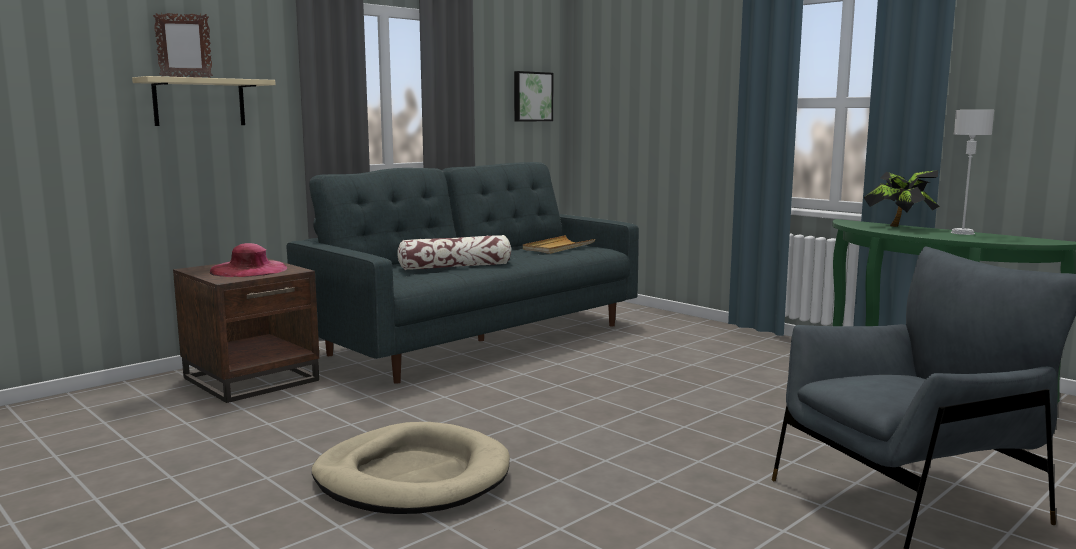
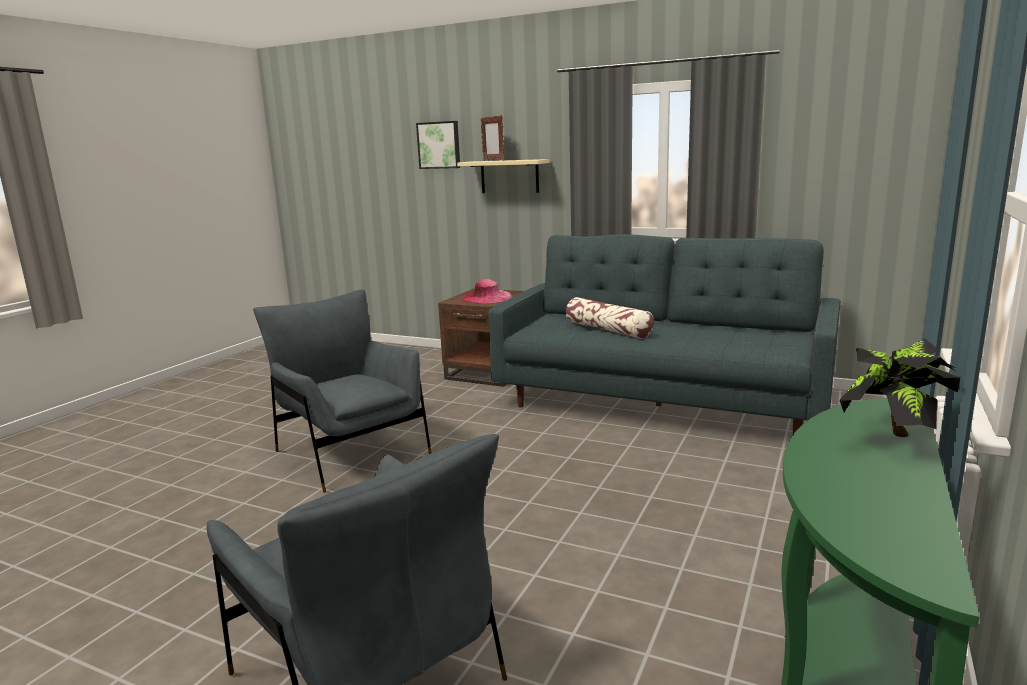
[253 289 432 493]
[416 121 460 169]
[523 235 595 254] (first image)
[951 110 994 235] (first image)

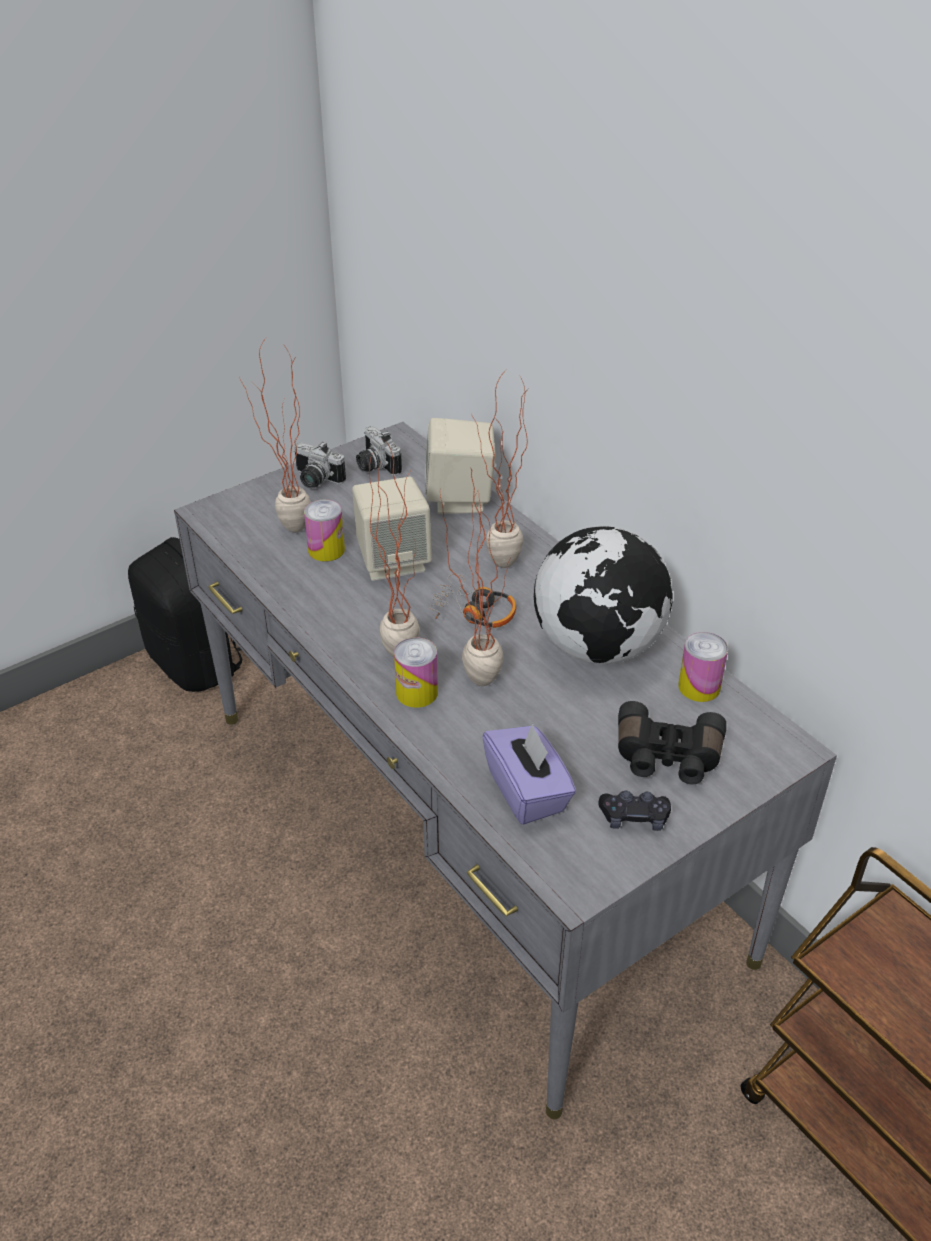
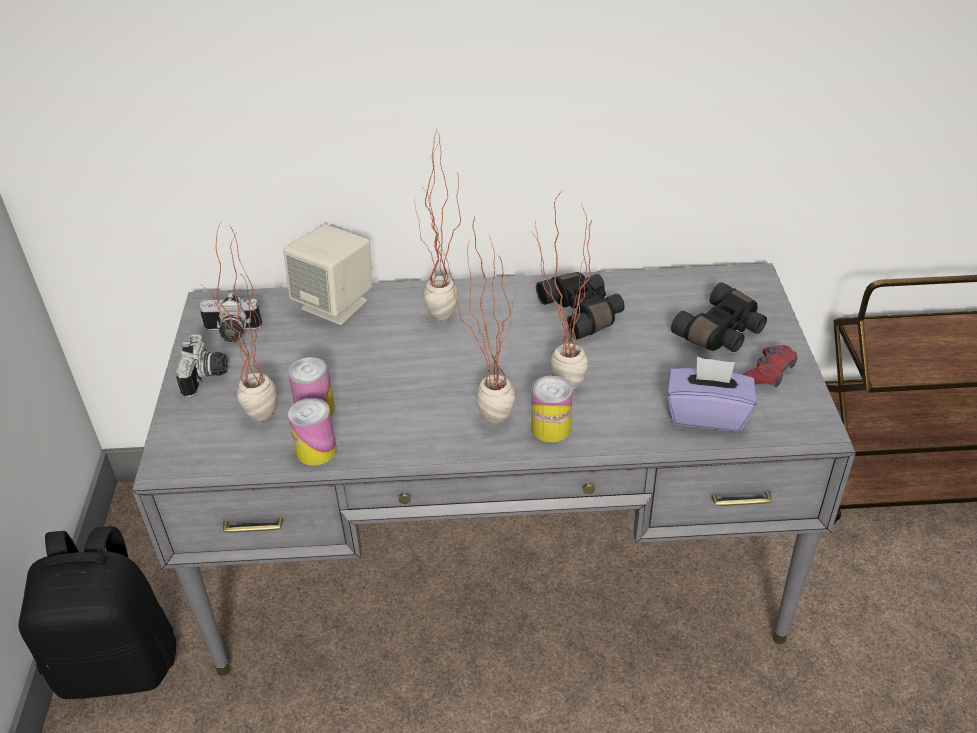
[176 334 228 397]
[288 398 337 466]
[536 272 625 340]
[743 345 797 387]
[352 476 432 581] (first image)
[429 574 516 628] (first image)

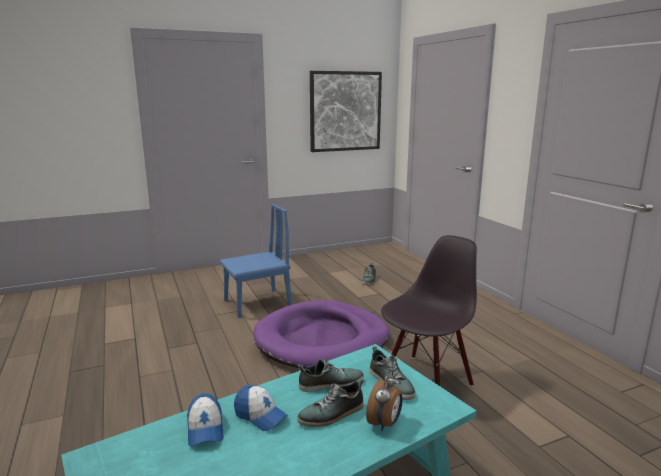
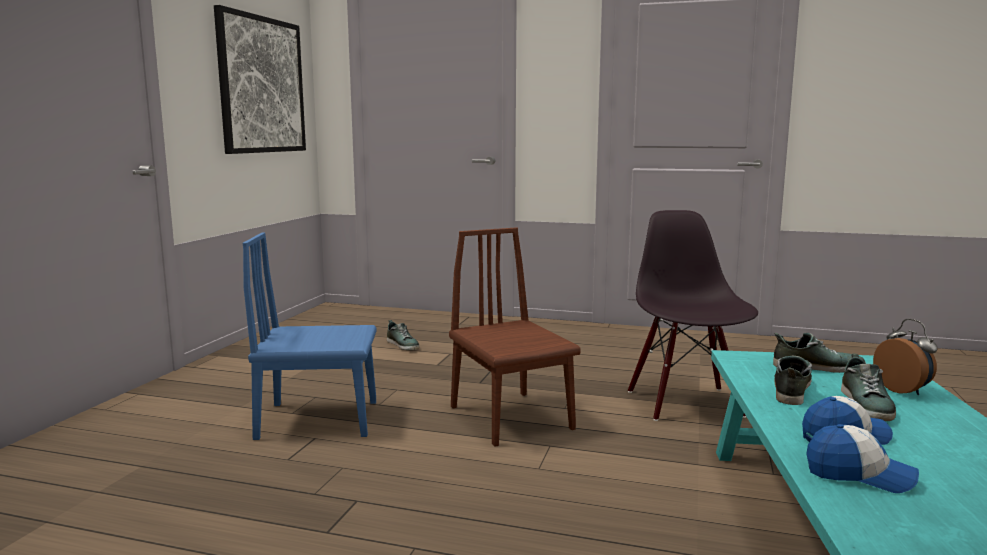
[243 232 376 440]
[449 227 581 447]

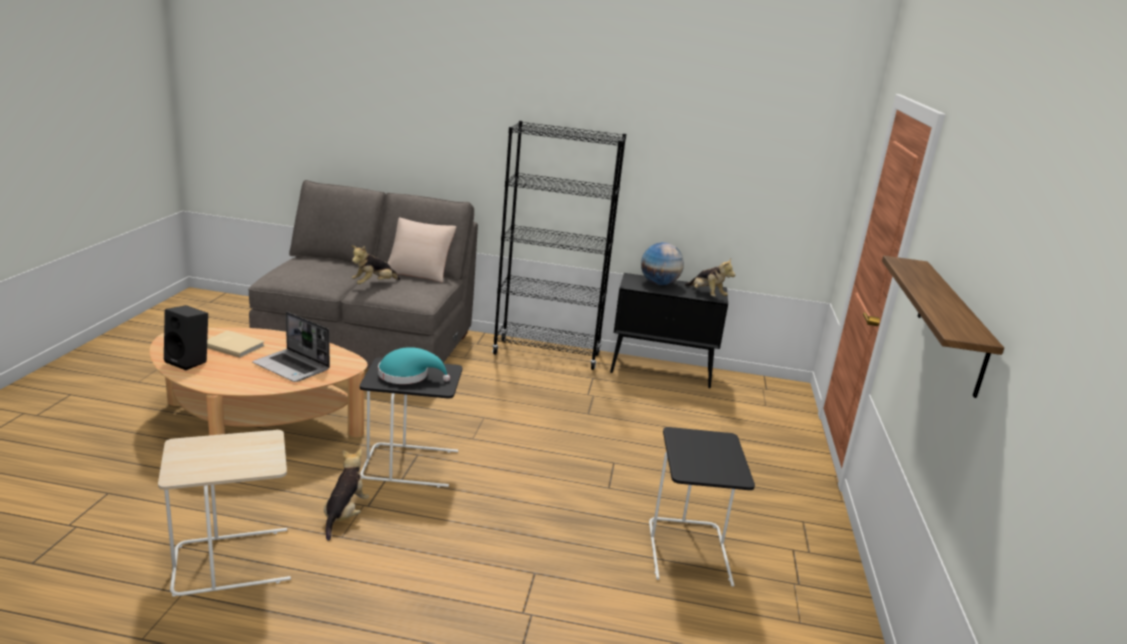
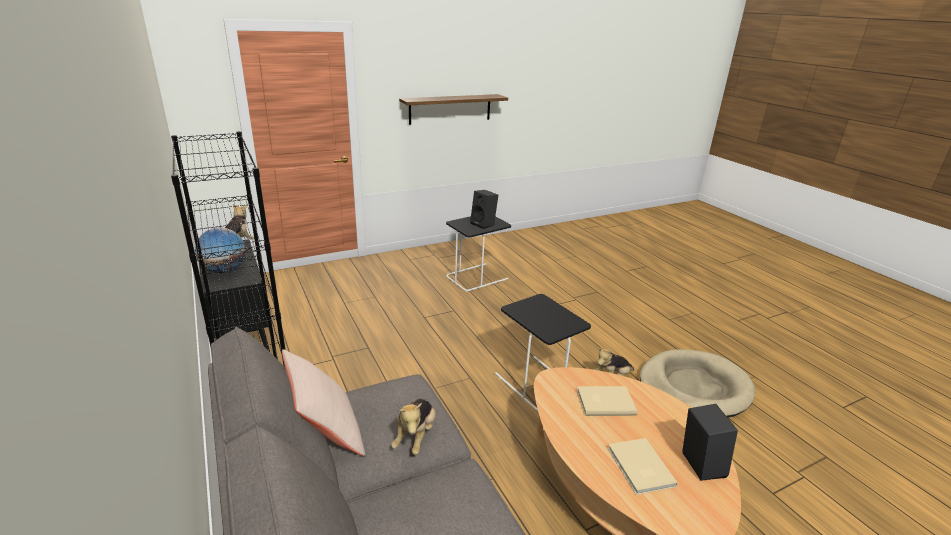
[391 399 436 455]
[470 190 498 229]
[577 386 638 416]
[640 349 755 418]
[378 347 450 384] (first image)

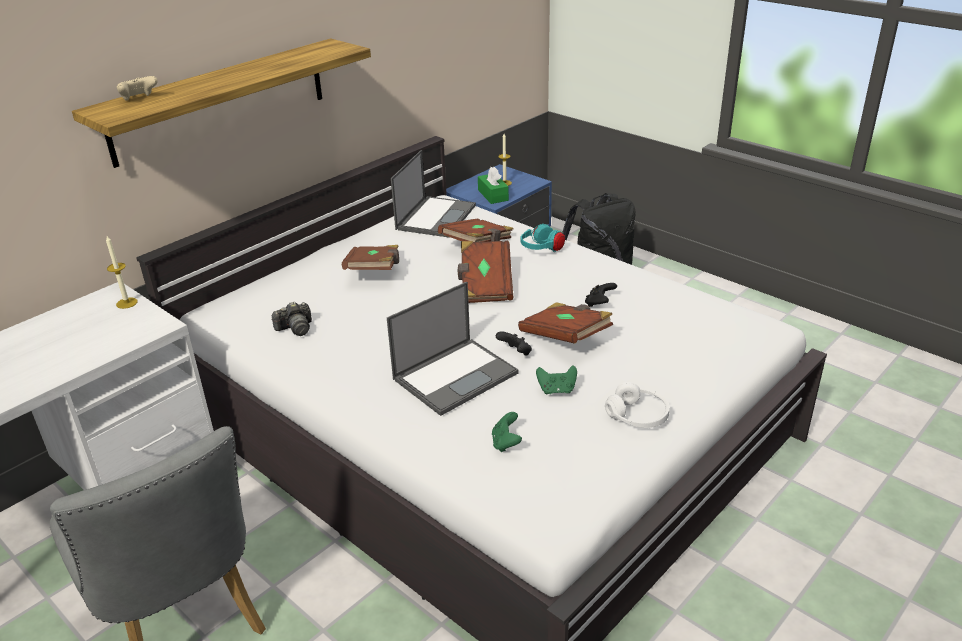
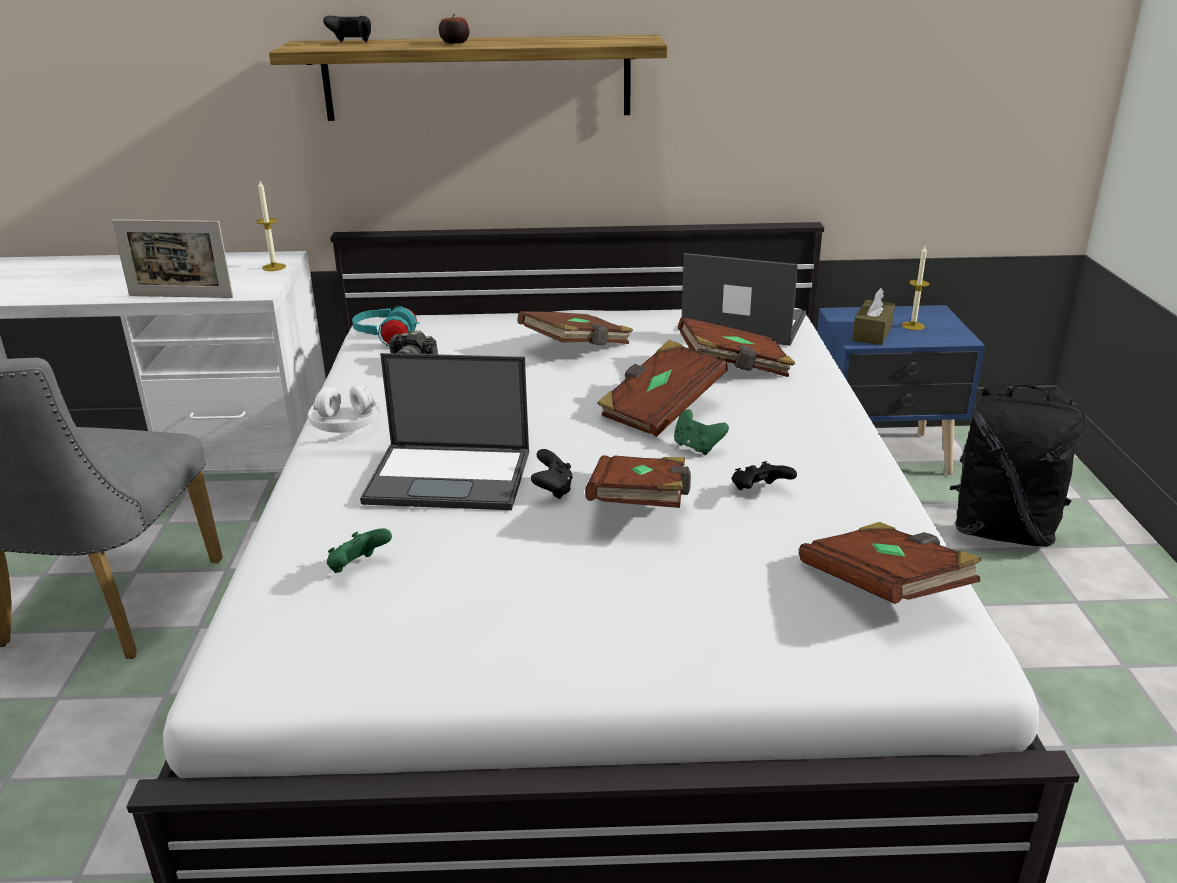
[111 219 233 298]
[308 384 380 433]
[323 16 371 42]
[352 306 419 346]
[439 14 470 44]
[674 409 729 455]
[682 253 806 346]
[799 522 982 604]
[852 288 895 345]

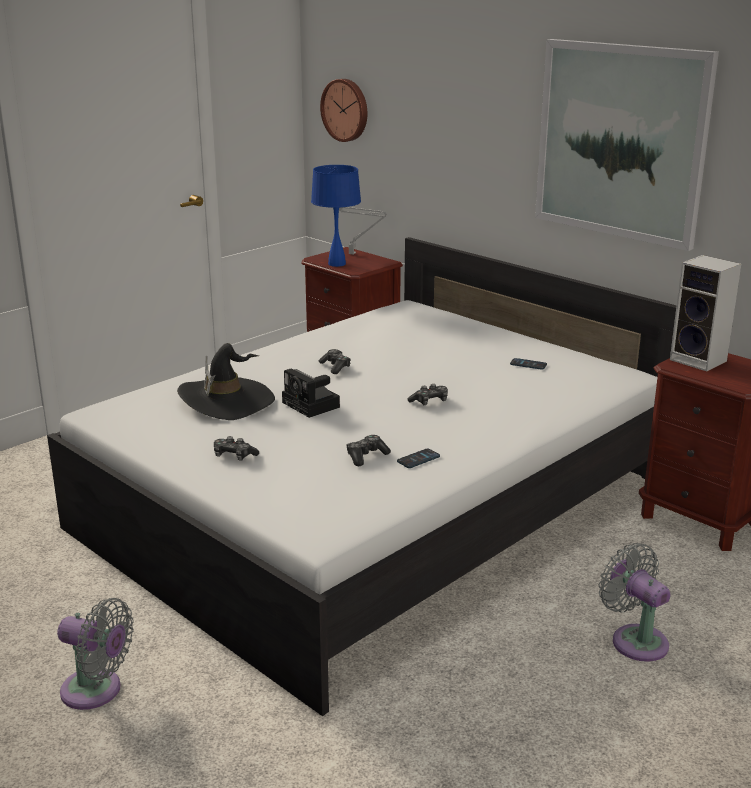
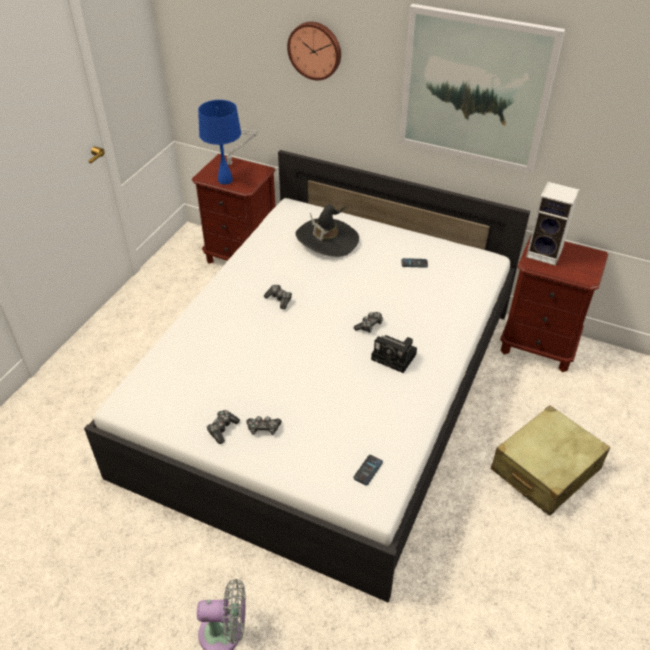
[207 410 240 444]
[287 22 341 80]
[295 204 359 257]
[353 455 383 485]
[371 335 417 373]
[491 405 610 516]

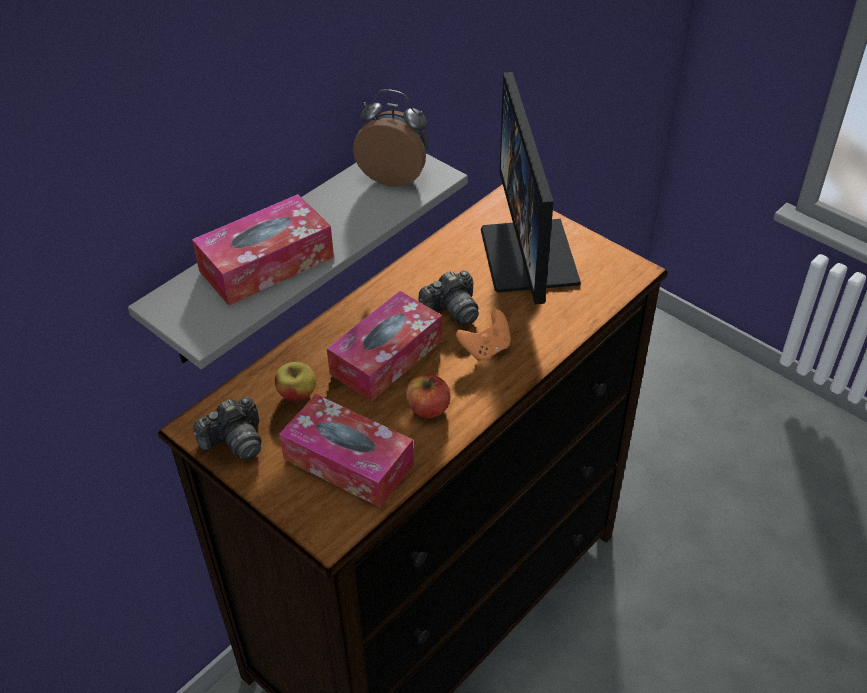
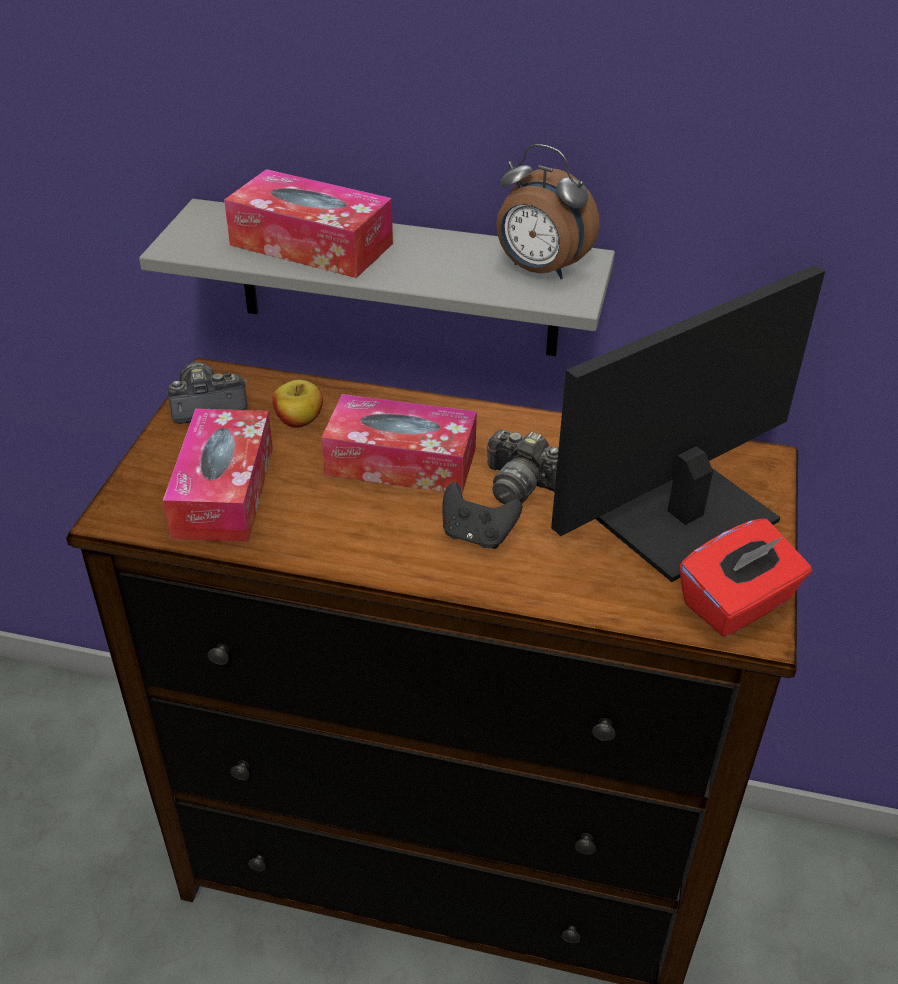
[167 362 248 424]
[442 482 522 549]
[496 144 600 279]
[680 518 812 637]
[406 374 450 418] (first image)

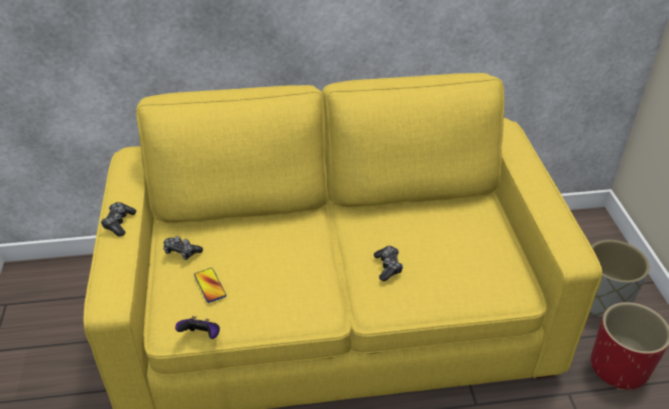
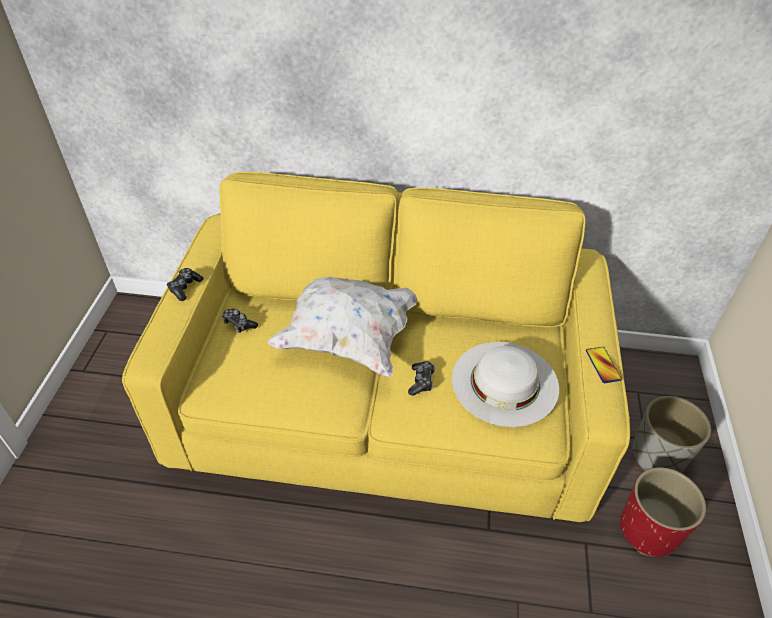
[267 277 418 377]
[452 342 559 427]
[586 347 622 383]
[175 316 220 339] (first image)

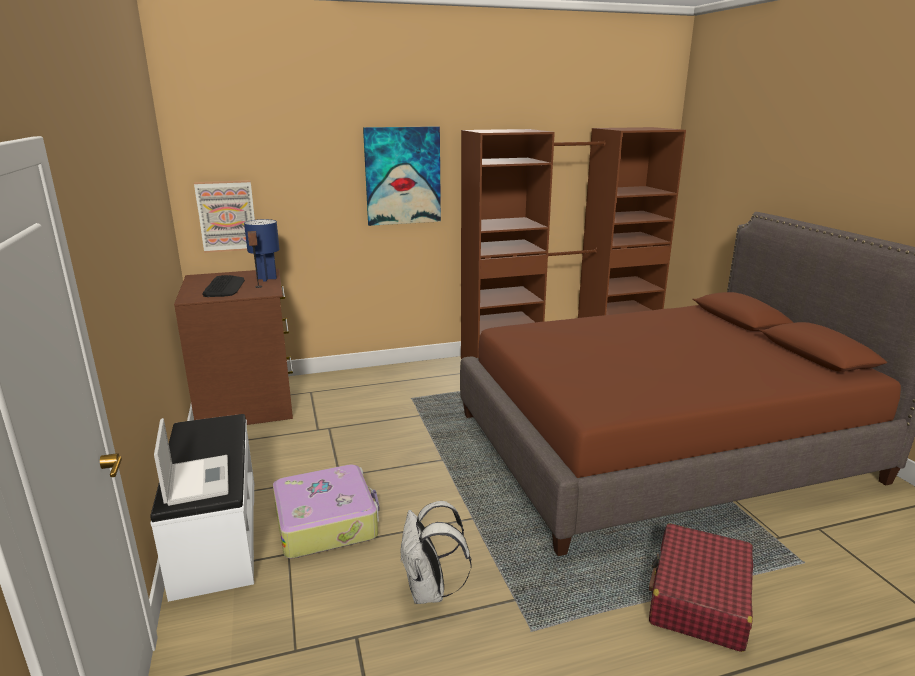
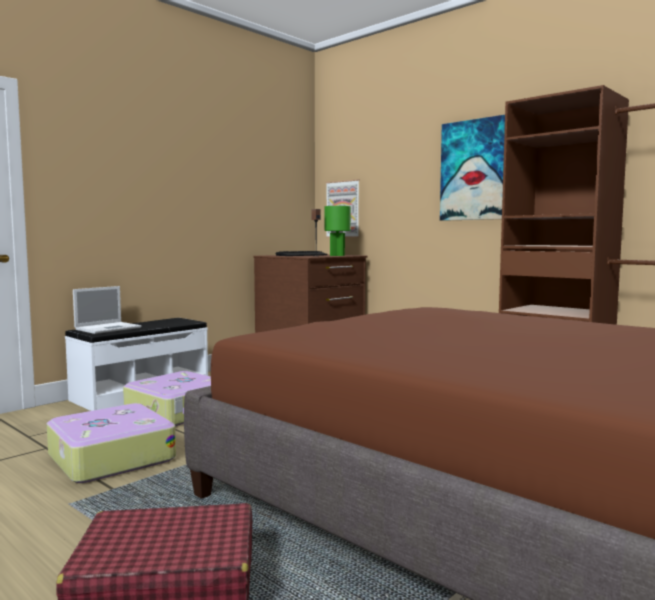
[47 403 176 483]
[324 206 351 256]

